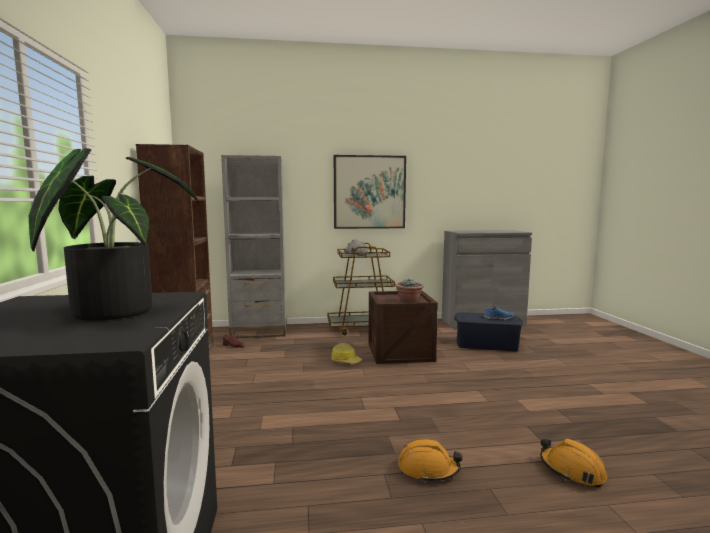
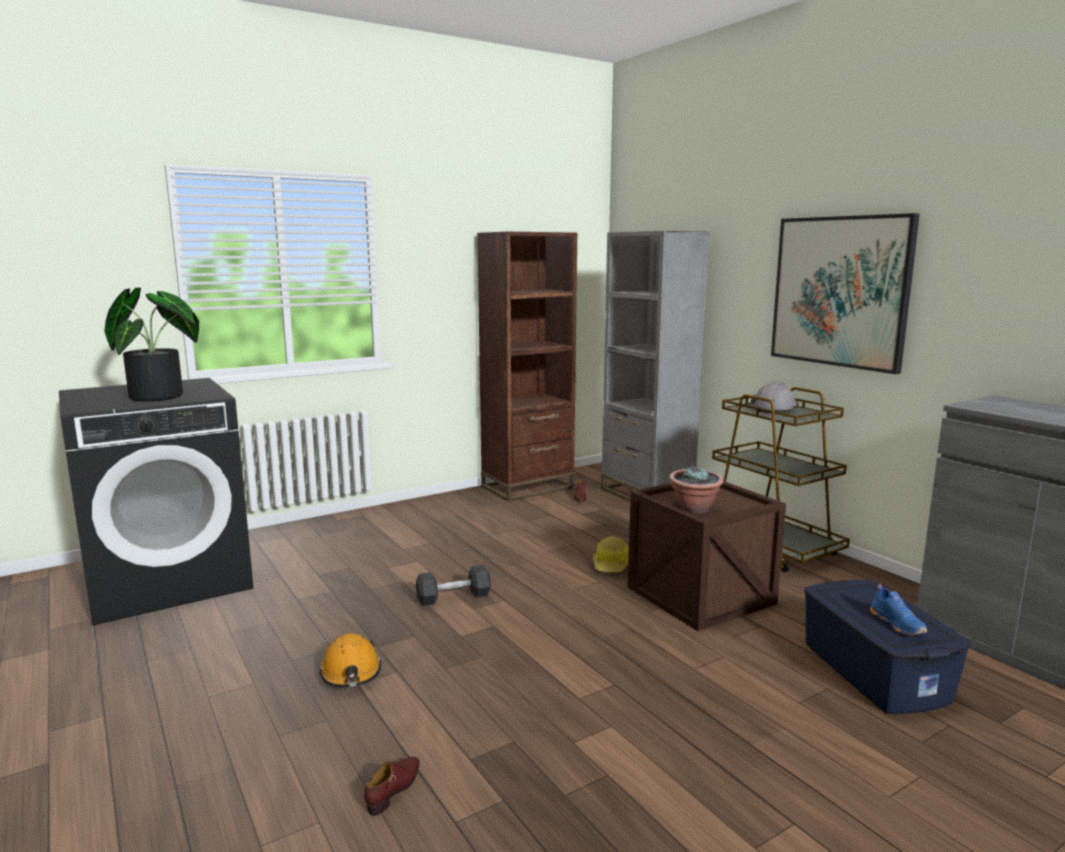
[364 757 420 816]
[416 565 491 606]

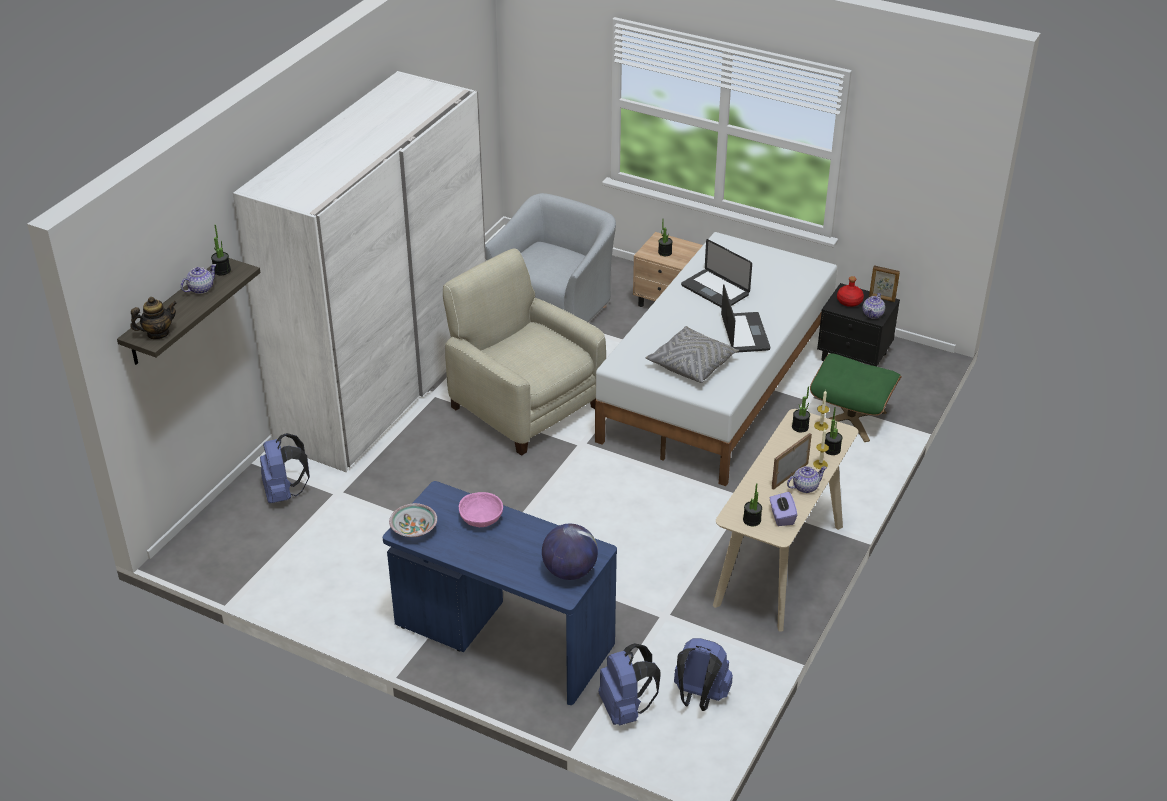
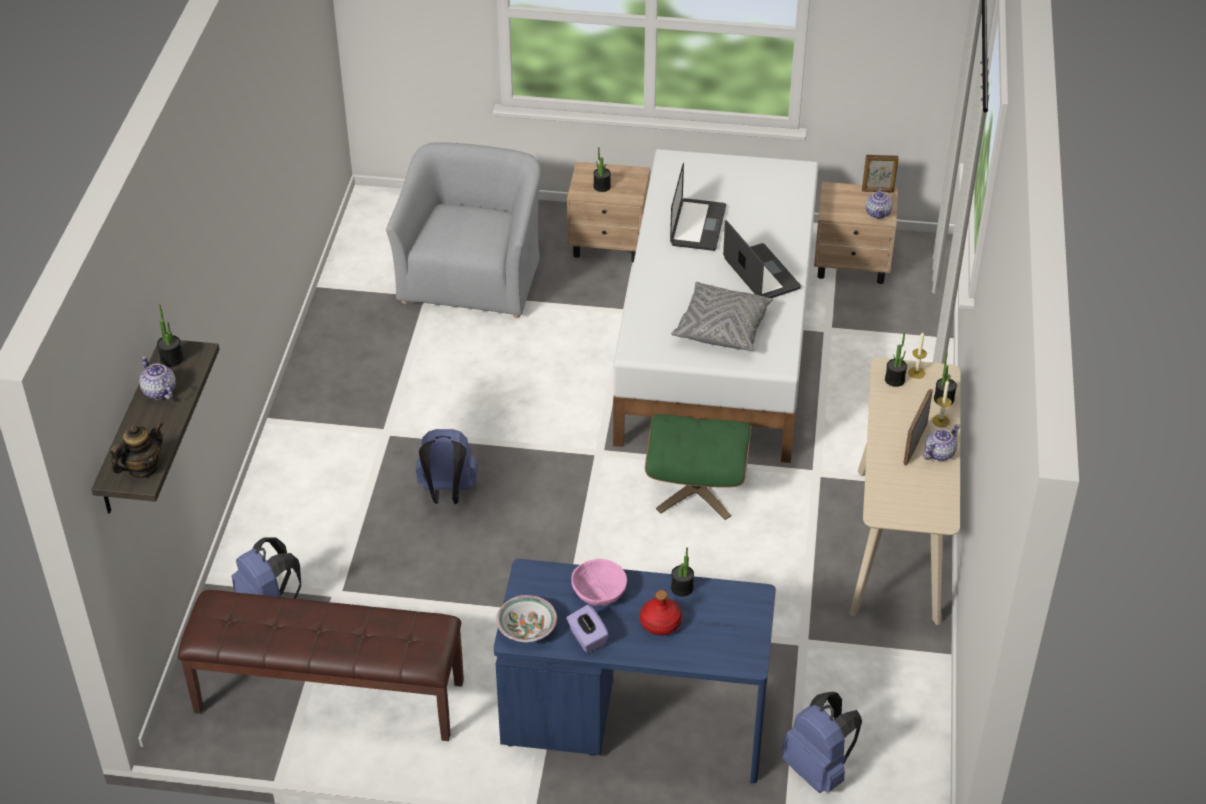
[139 357 176 400]
[178 590 464 741]
[416 429 478 504]
[566 605 609 653]
[640 590 682 636]
[645 414 752 520]
[670 163 726 251]
[671 547 694 597]
[814 182 898 284]
[233 71 486 472] (first image)
[443 249 606 456] (first image)
[542 524 598 580] (first image)

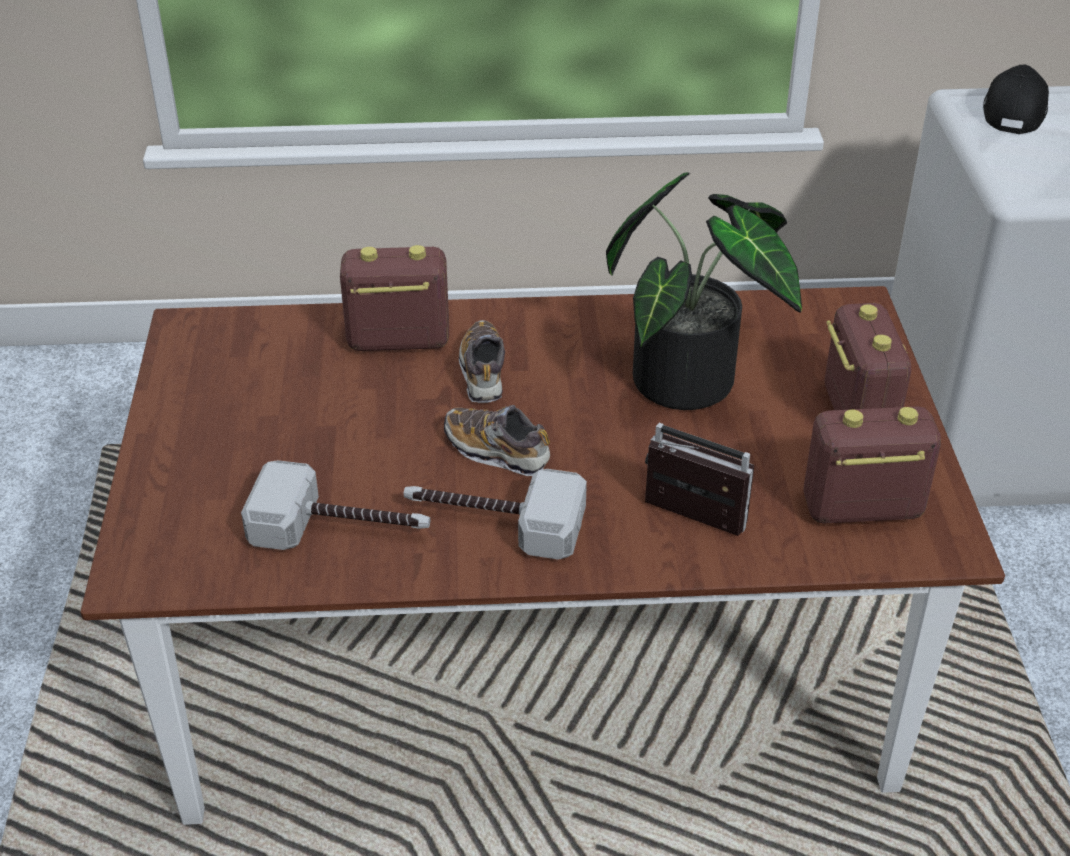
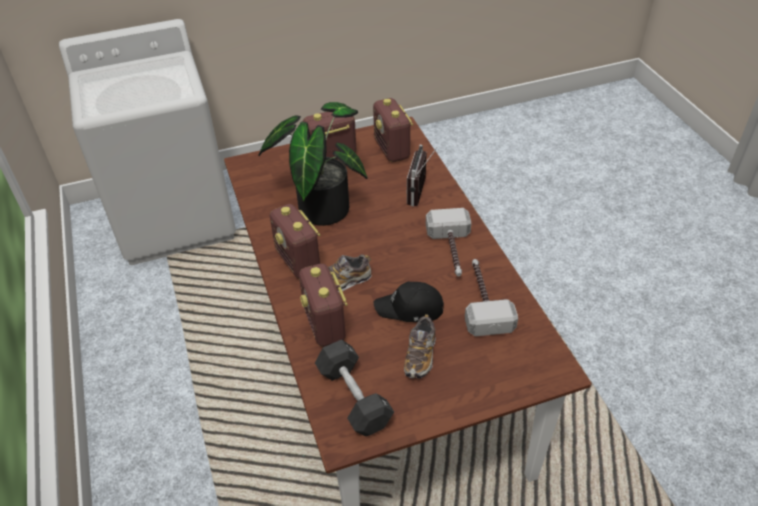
[270 204 320 279]
[315 340 394 436]
[373 281 444 322]
[404 314 436 379]

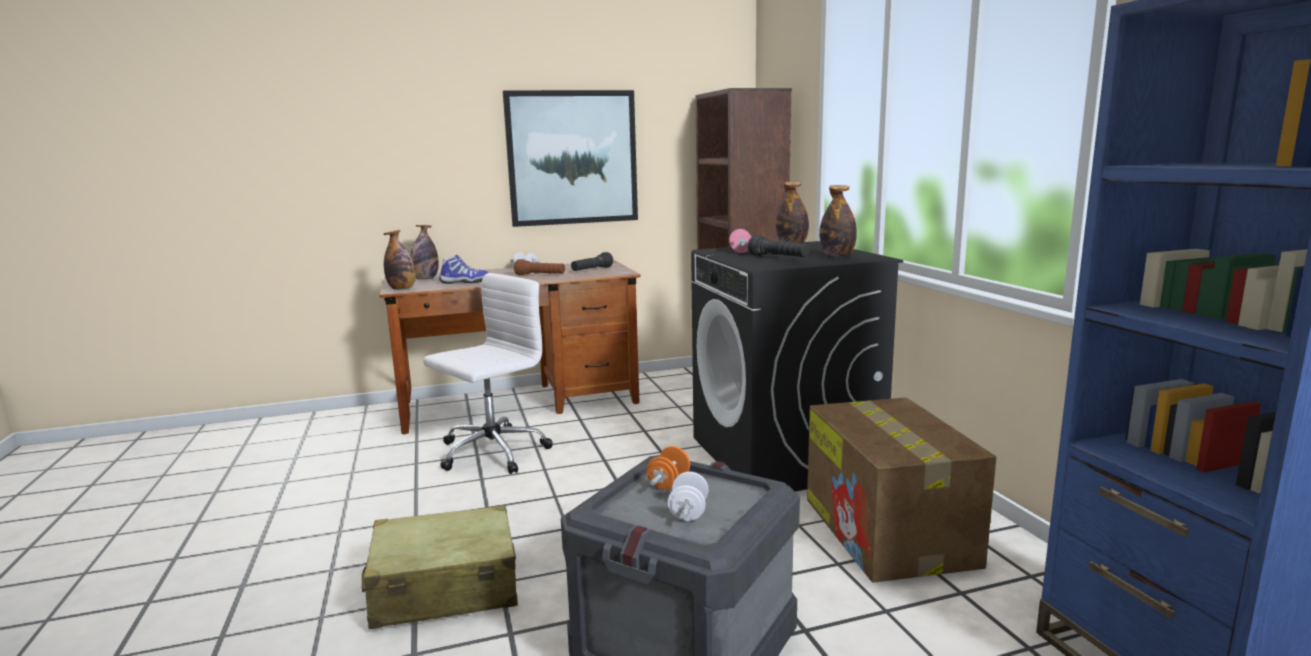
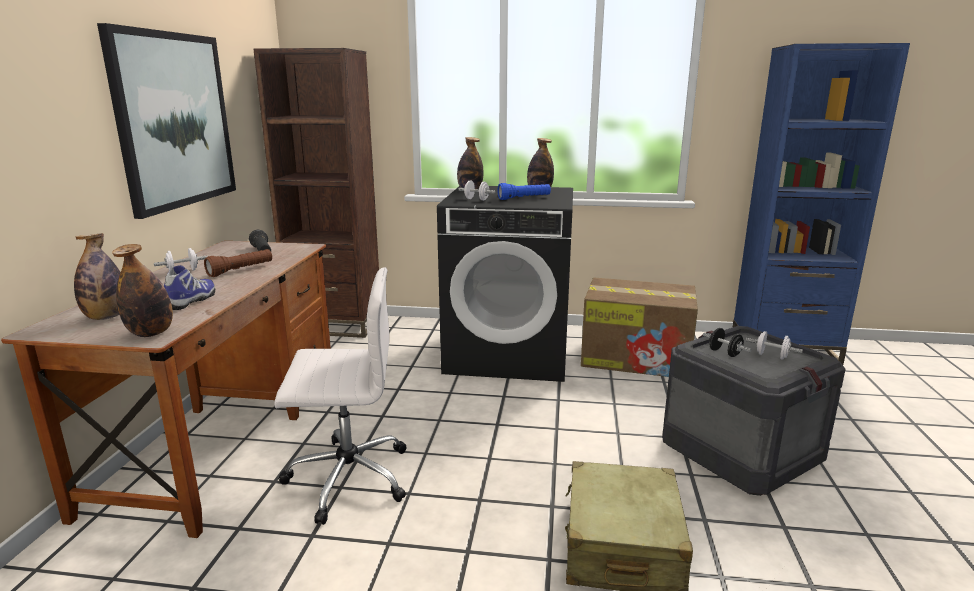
[274 267 406 525]
[458 180 495 201]
[498 183 551 200]
[703 328 752 357]

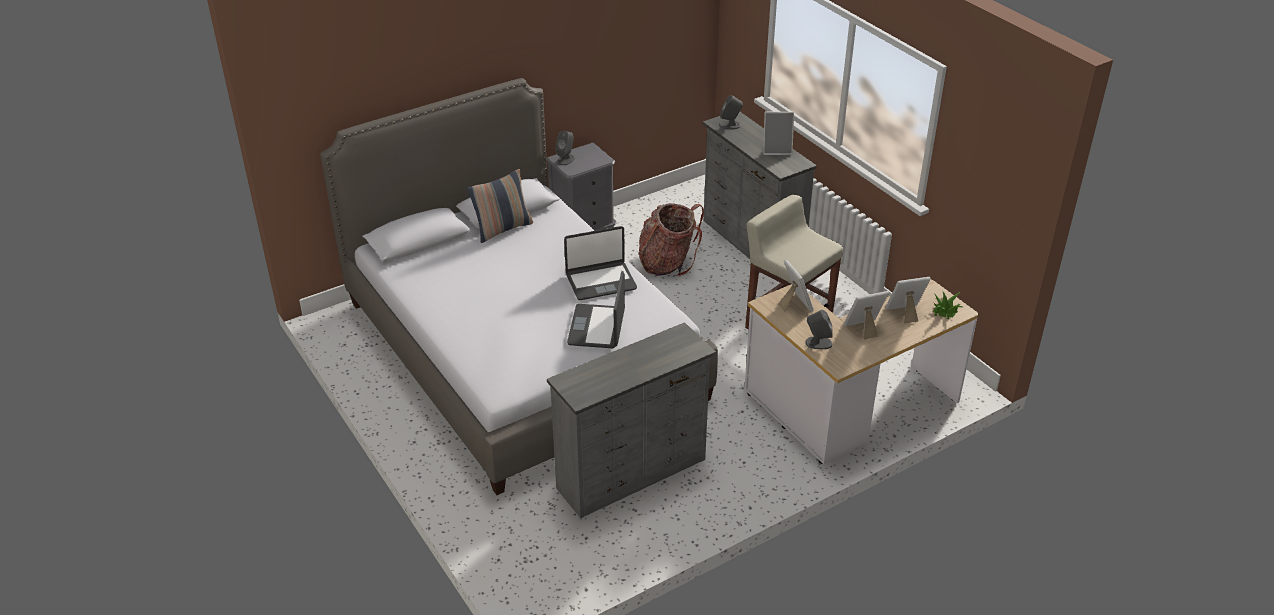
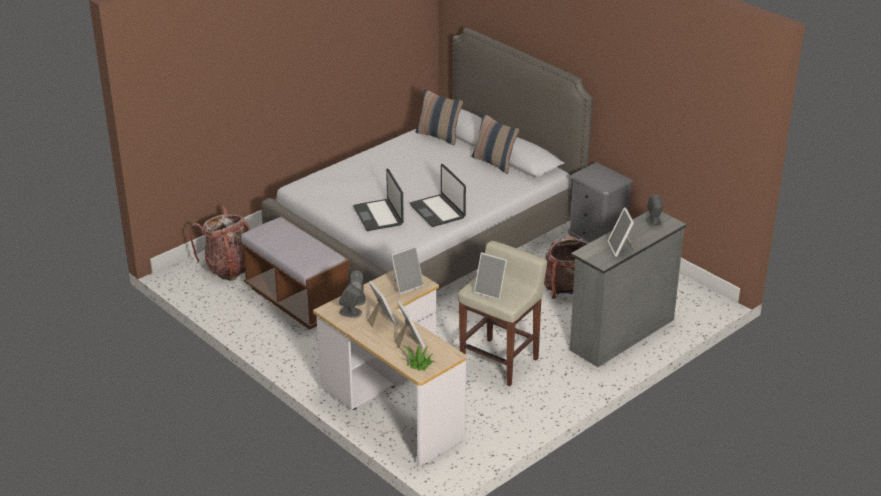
[189 205 250 281]
[240 216 350 330]
[339 283 362 318]
[353 169 404 231]
[415 89 463 145]
[474 252 507 300]

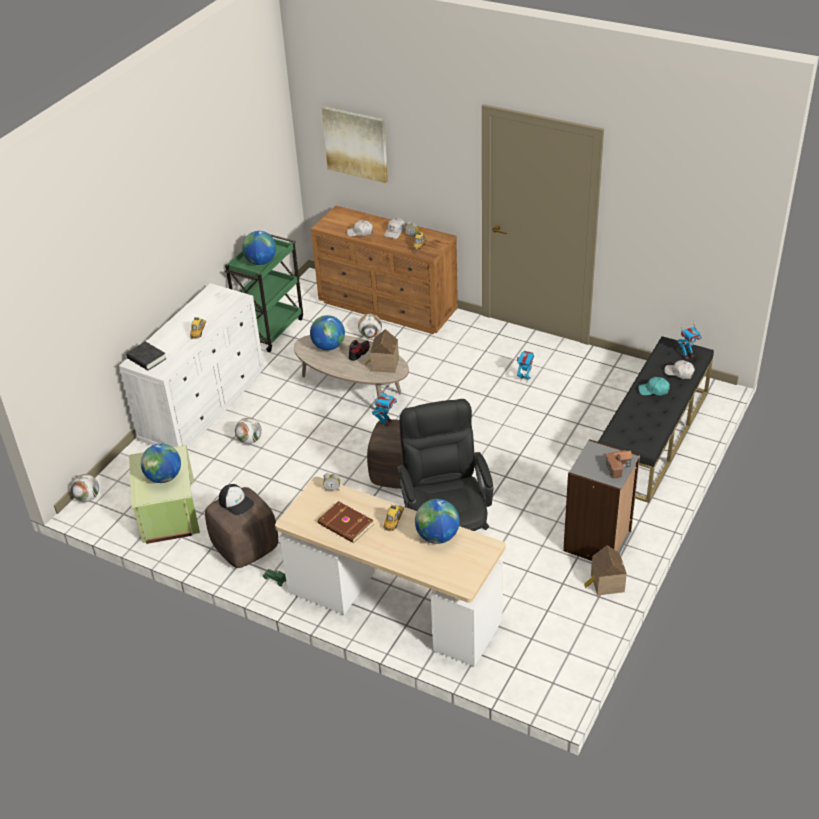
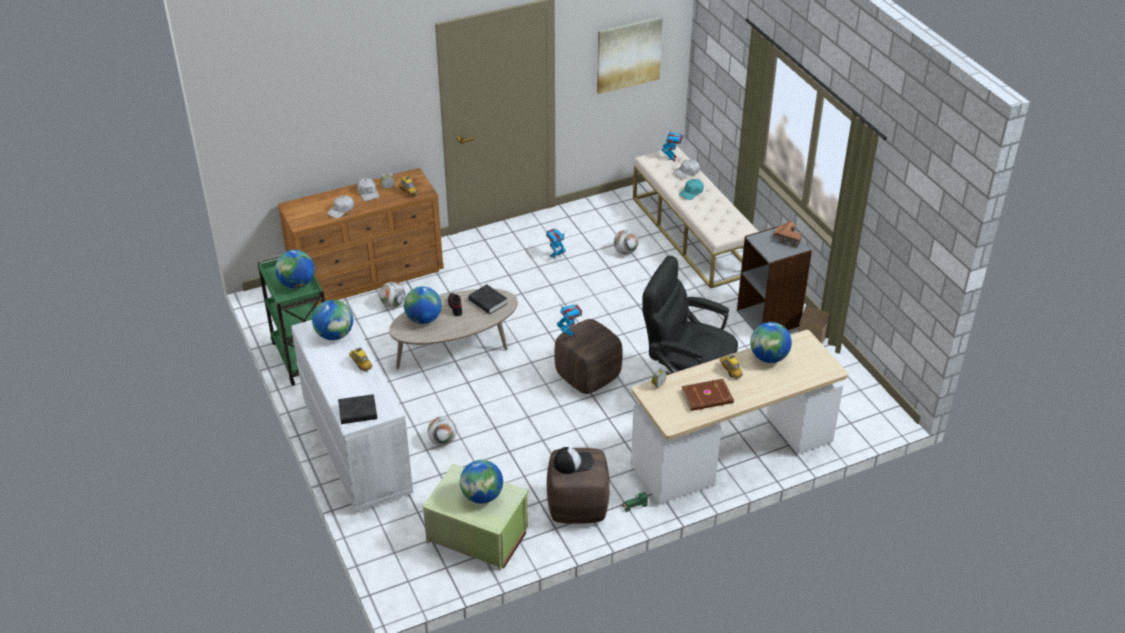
[312 300 353 340]
[469 284 507 314]
[597 16 663 94]
[614 230 638 254]
[633 146 759 289]

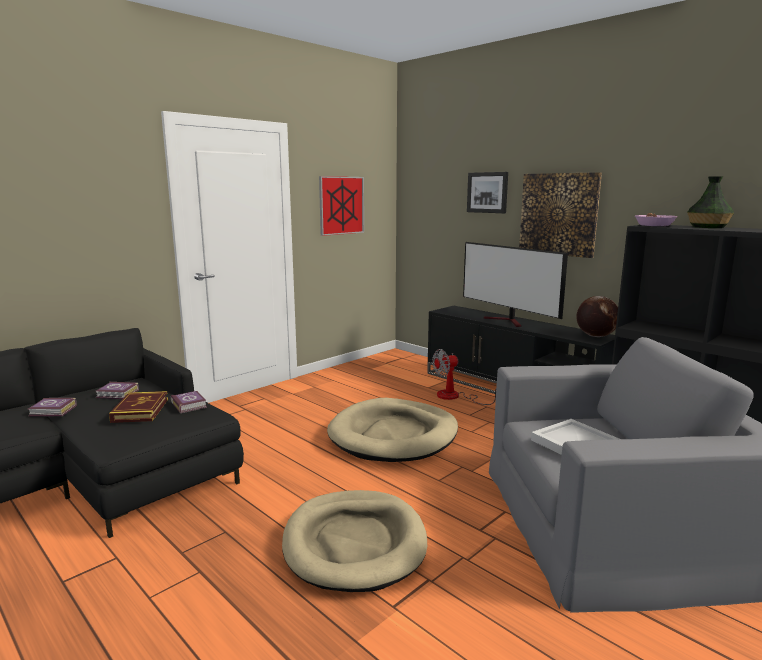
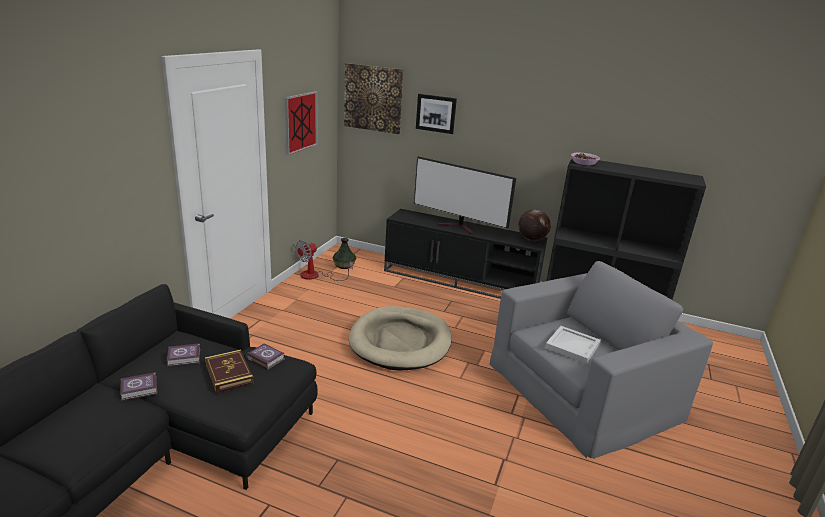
[295 240 353 281]
[332 238 357 269]
[344 63 404 134]
[282 490 427 592] (first image)

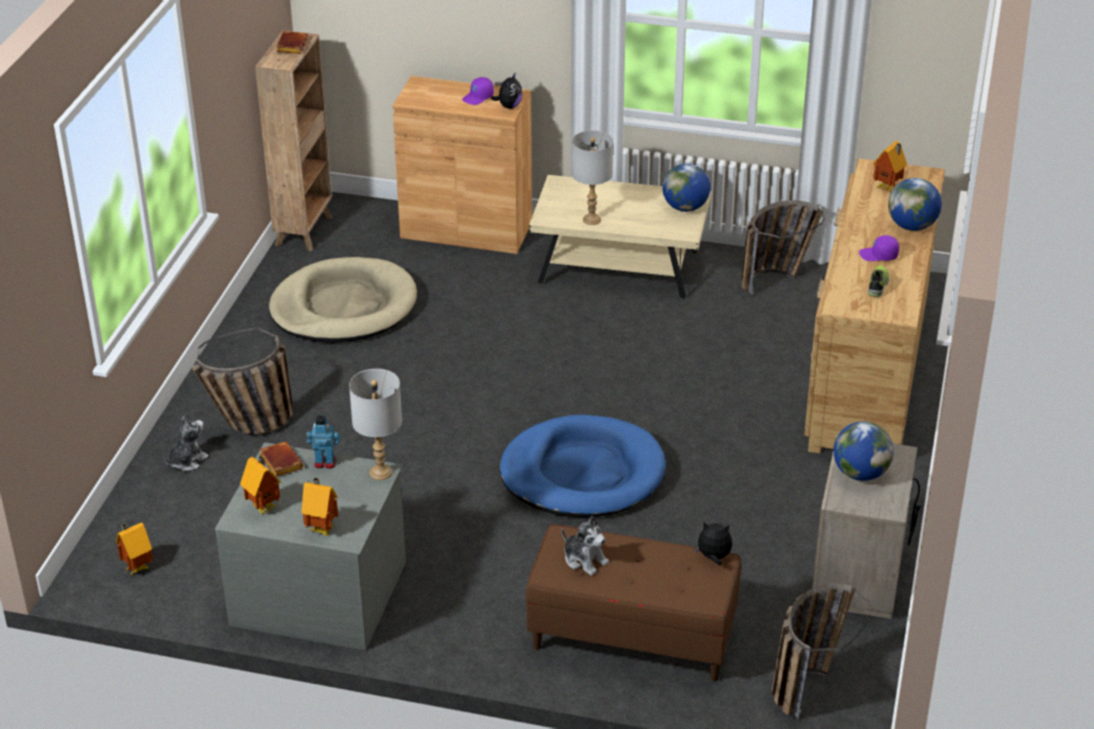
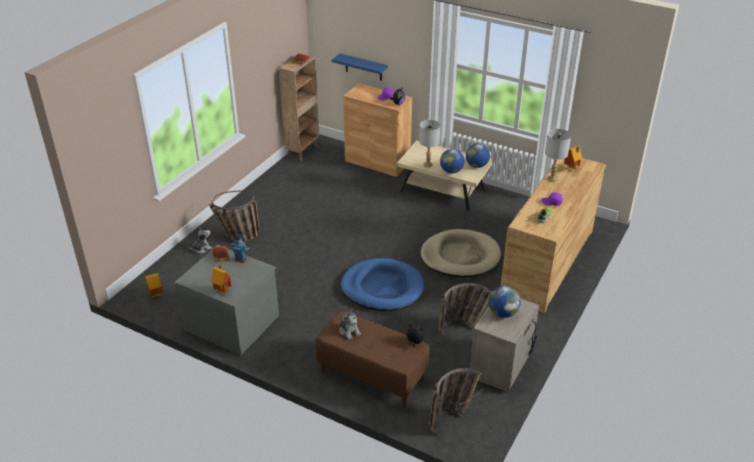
[332 53 388 81]
[420 229 501 278]
[438 283 492 336]
[440 149 464 173]
[545 129 571 182]
[240 456 281 514] (first image)

